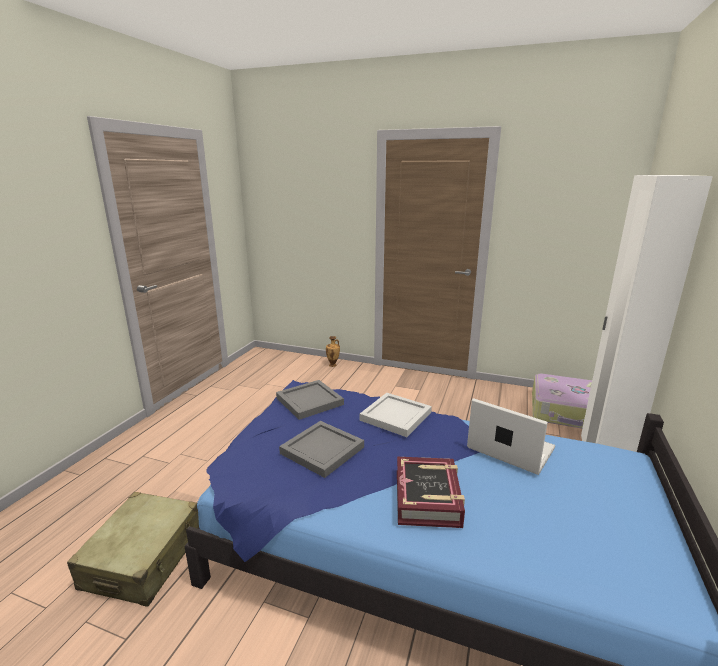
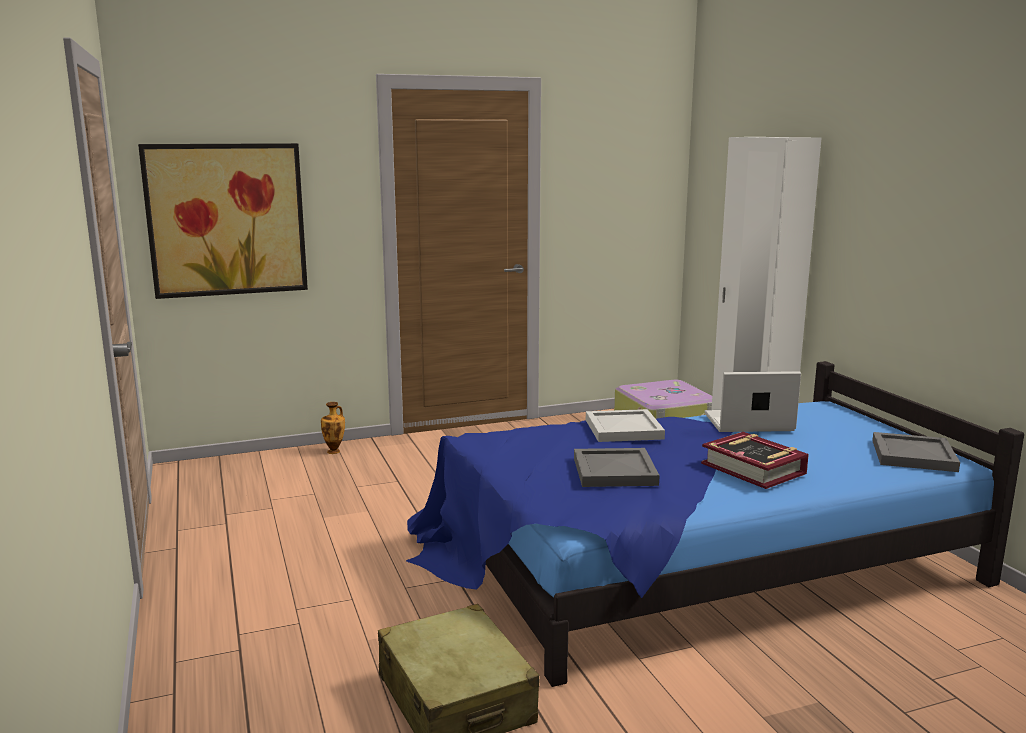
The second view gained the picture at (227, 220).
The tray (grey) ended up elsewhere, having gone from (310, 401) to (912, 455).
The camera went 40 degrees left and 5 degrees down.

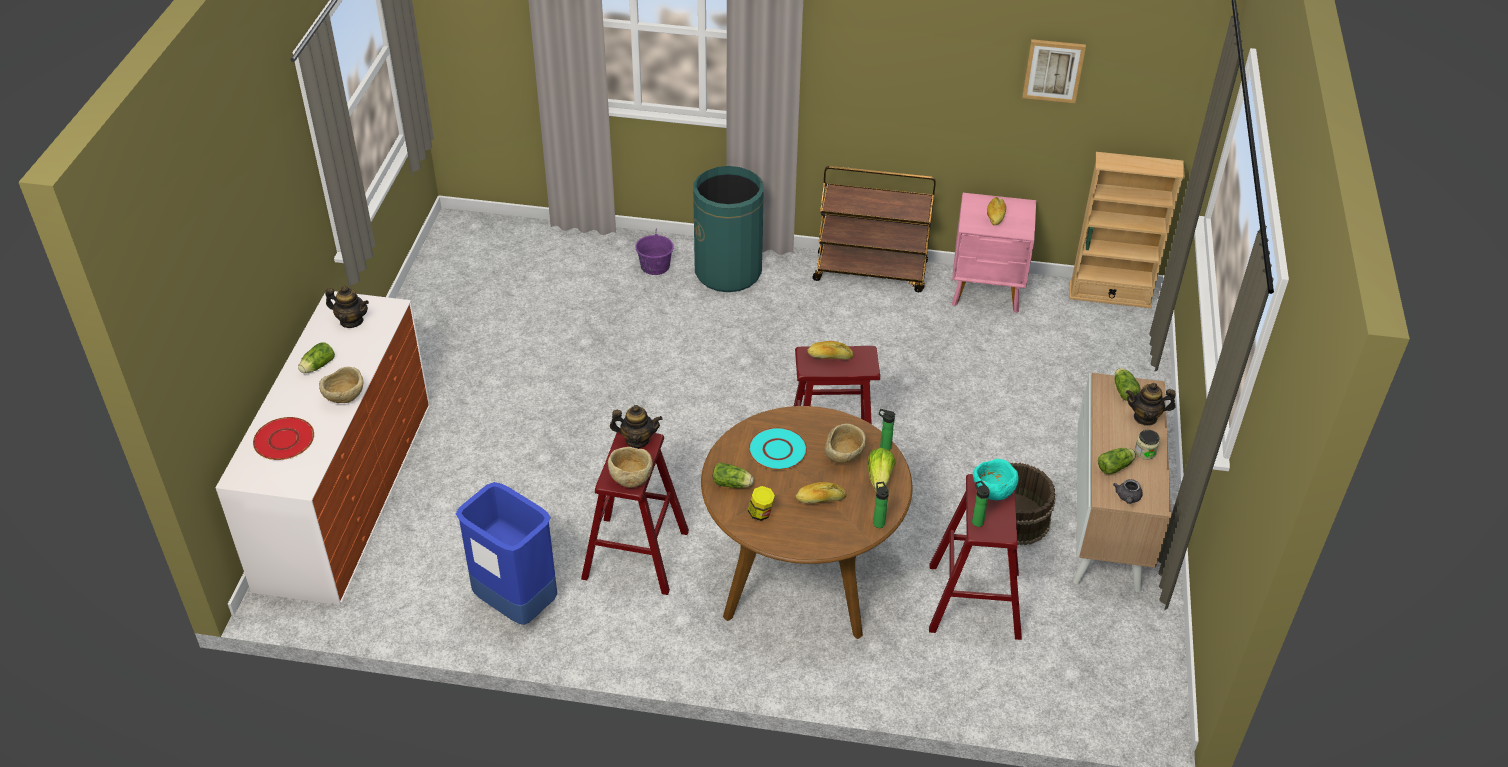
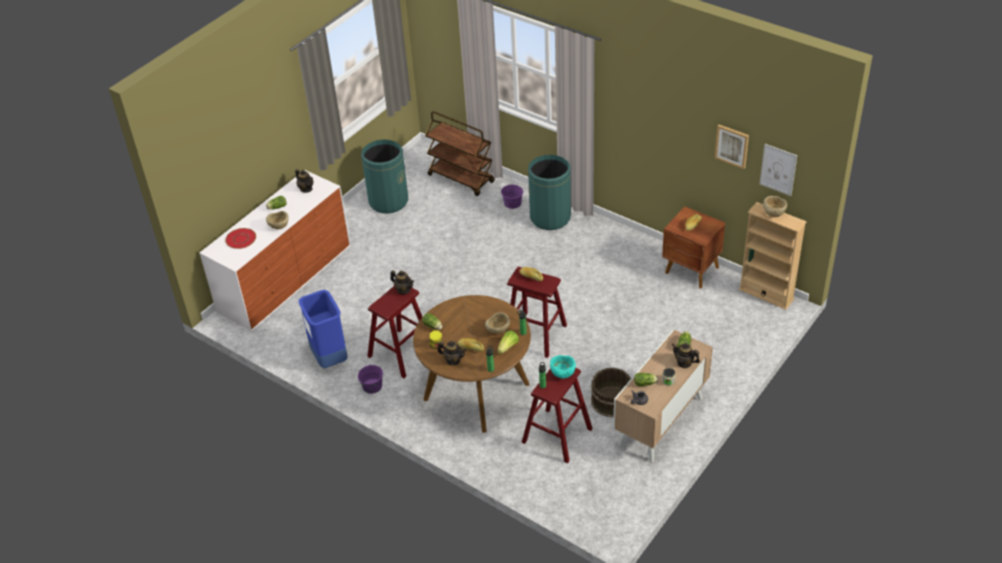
The second view gained the bucket (purple) at (372, 386).
The second view gained the trash can (green) at (388, 201).
The cart (brown) ended up elsewhere, having gone from (871, 272) to (461, 178).
The second view gained the teapot at (453, 360).
What was the nightstand (pink) at (987, 291) turned into the nightstand (brown) at (692, 271).
The second view gained the picture at (778, 169).
The bowl (beige) ended up elsewhere, having gone from (631, 479) to (773, 213).
The second view lost the plate (turquoise) at (778, 450).
The camera went 30 degrees right and 0 degrees up.

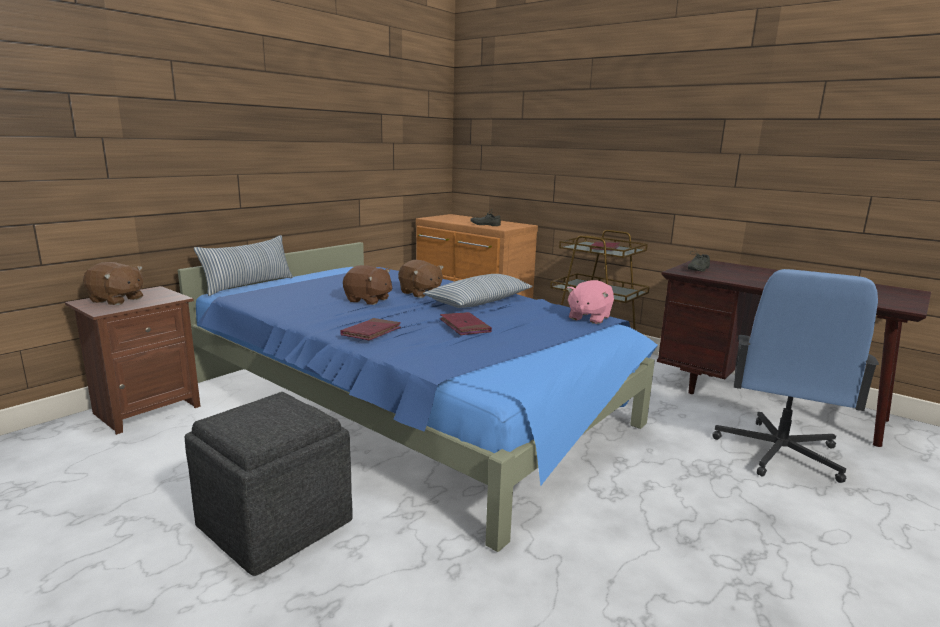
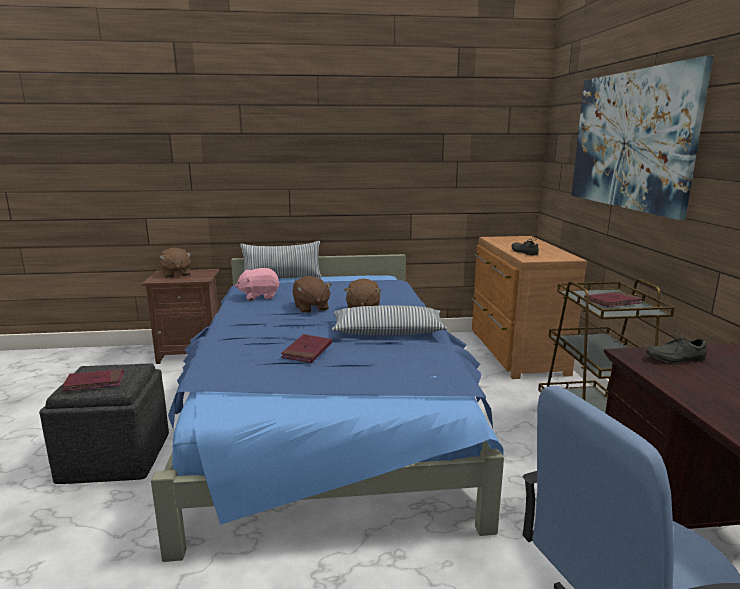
The book (red) ended up elsewhere, having gone from (371, 332) to (94, 382).
The plush toy (pink) ended up elsewhere, having gone from (588, 318) to (259, 296).
The second view gained the picture at (630, 140).
The camera went 45 degrees right and 0 degrees up.

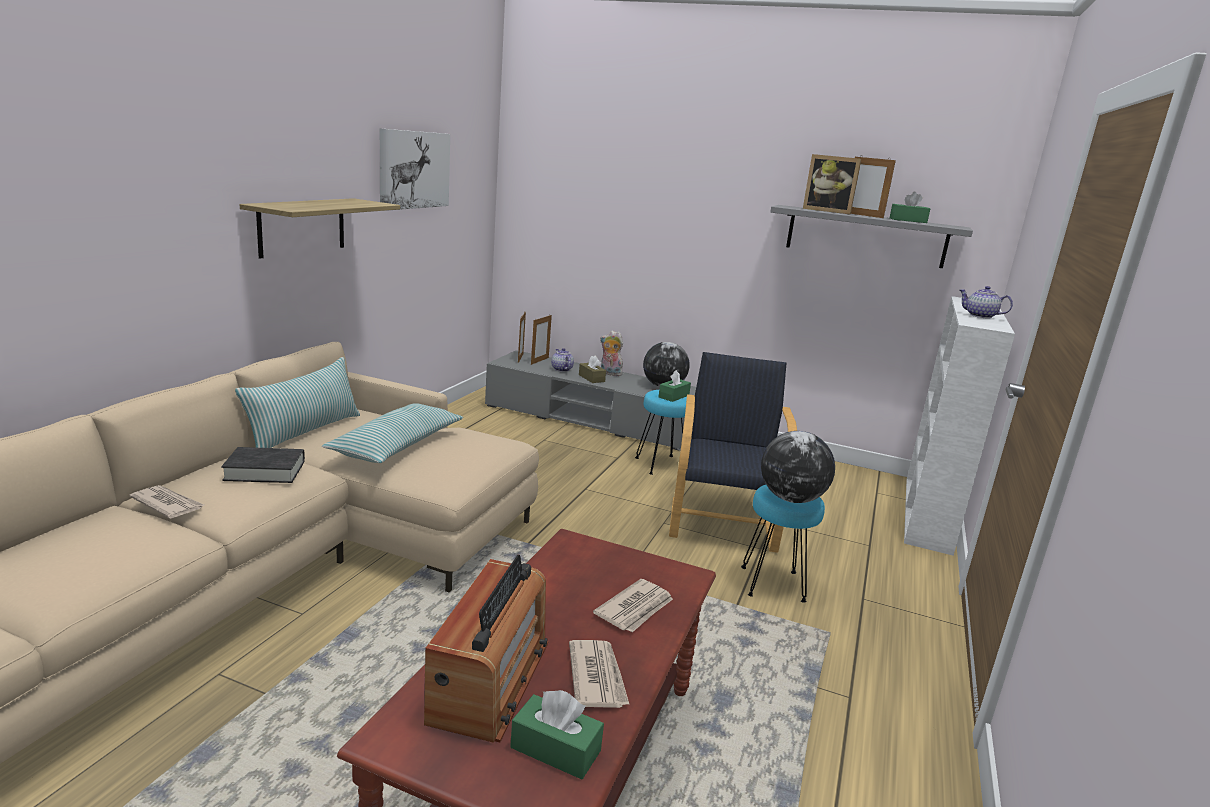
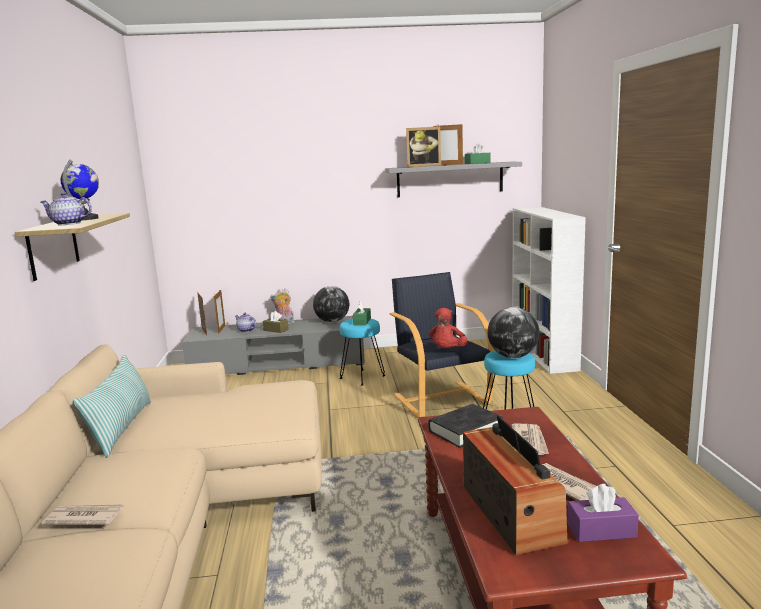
The teapot ended up elsewhere, having gone from (980, 316) to (68, 224).
The second view gained the globe at (86, 219).
The book (black) ended up elsewhere, having gone from (265, 471) to (465, 430).
The second view gained the plush toy (red) at (447, 351).
What was the tissue box (green) at (555, 749) turned into the tissue box (purple) at (601, 530).
The second view lost the pillow at (397, 446).
The second view lost the picture at (413, 169).
The camera went 25 degrees left and 5 degrees down.

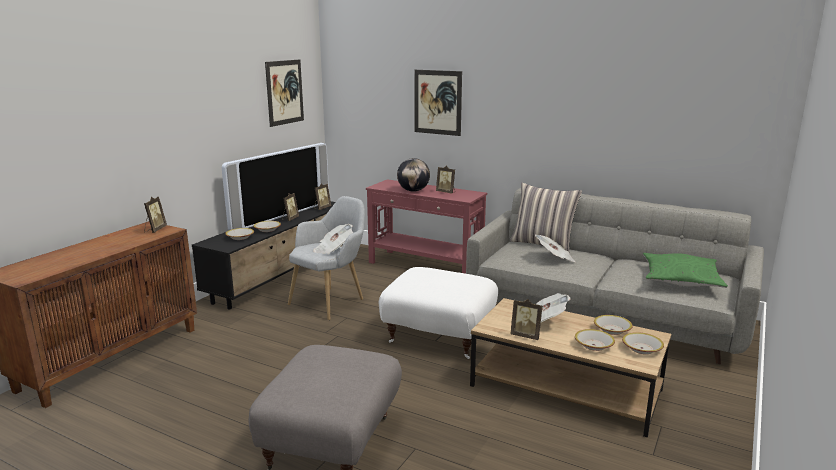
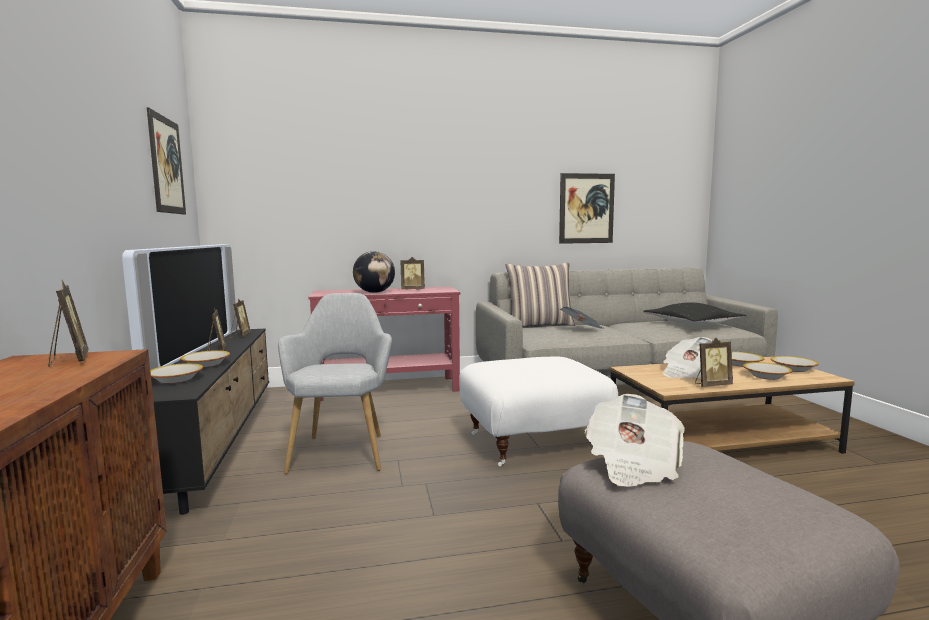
The picture ended up elsewhere, having gone from (437, 102) to (586, 208).
The newspaper ended up elsewhere, having gone from (333, 249) to (632, 465).
What was the pillow (green) at (680, 279) turned into the pillow (black) at (692, 324).
The camera went 40 degrees left and 10 degrees down.

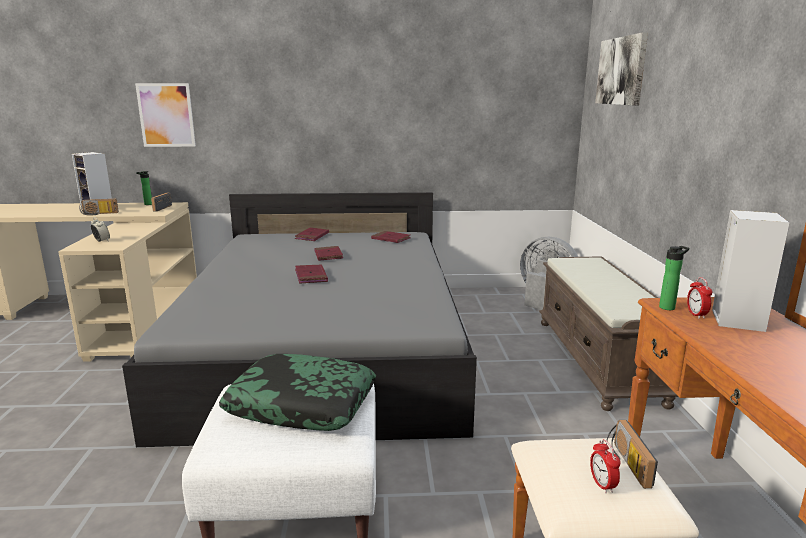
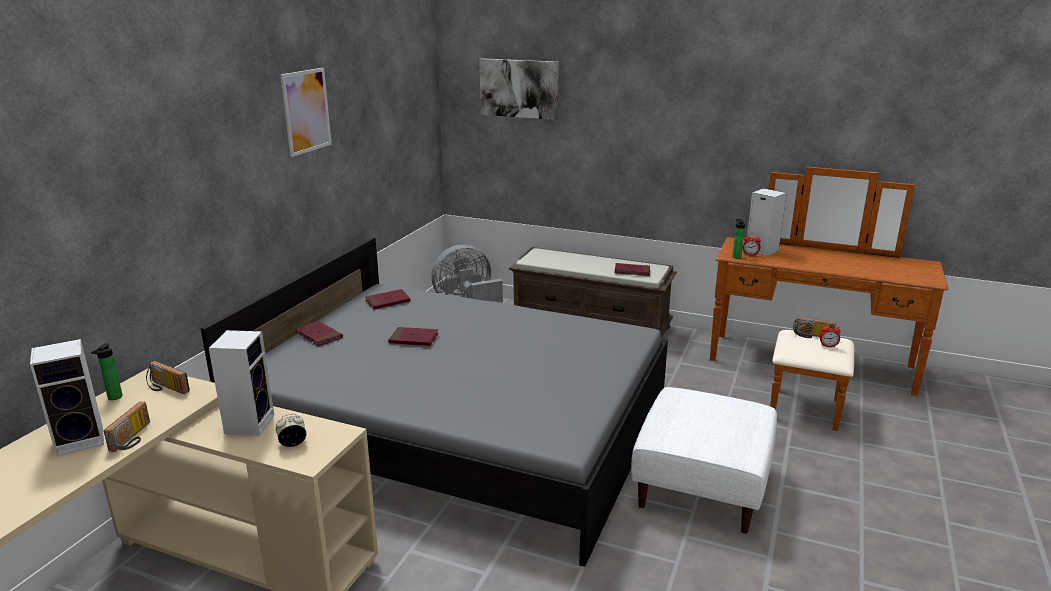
The second view gained the speaker at (249, 423).
The picture ended up elsewhere, having gone from (166, 115) to (306, 111).
The book (red) ended up elsewhere, having gone from (311, 276) to (632, 271).
The second view lost the pillow at (301, 404).
The camera went 65 degrees left and 5 degrees up.

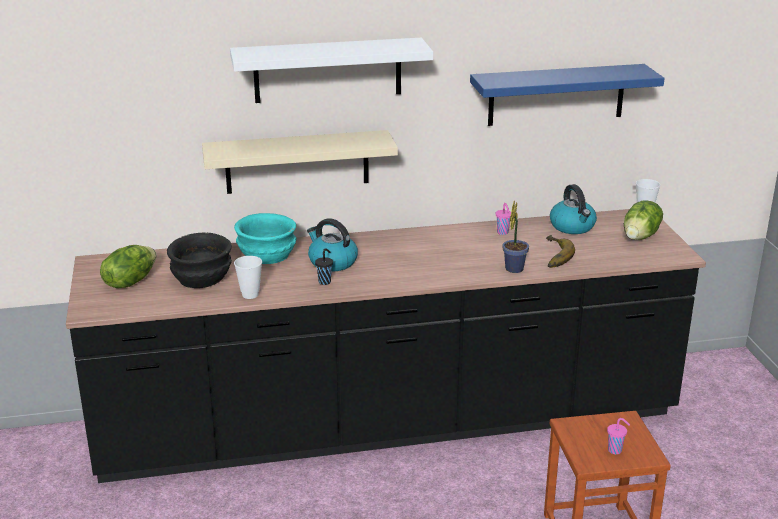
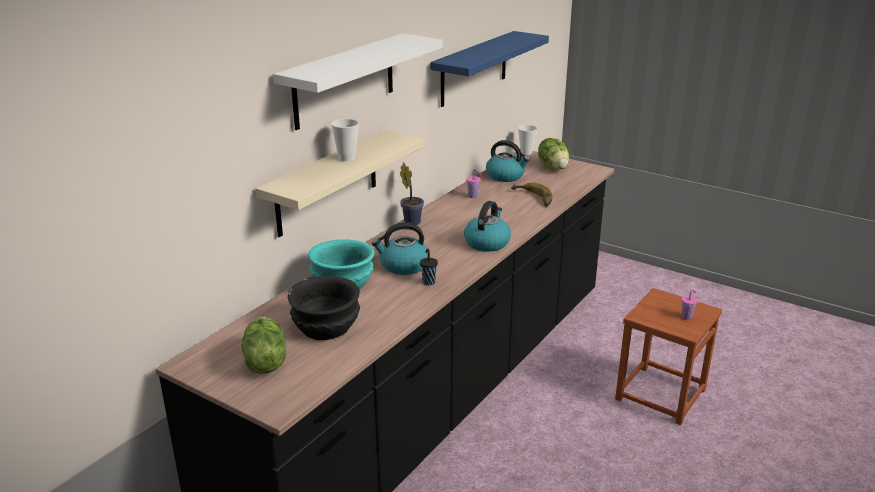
The cup ended up elsewhere, having gone from (250, 295) to (346, 158).
The potted plant ended up elsewhere, having gone from (514, 268) to (411, 221).
The second view gained the kettle at (487, 242).
The camera went 45 degrees left and 0 degrees up.

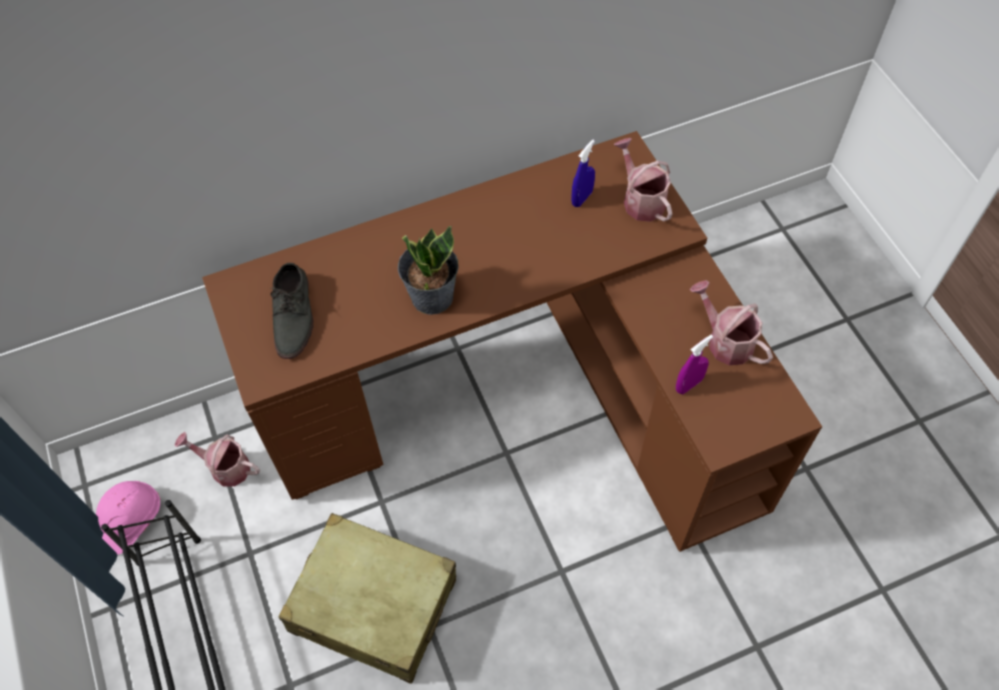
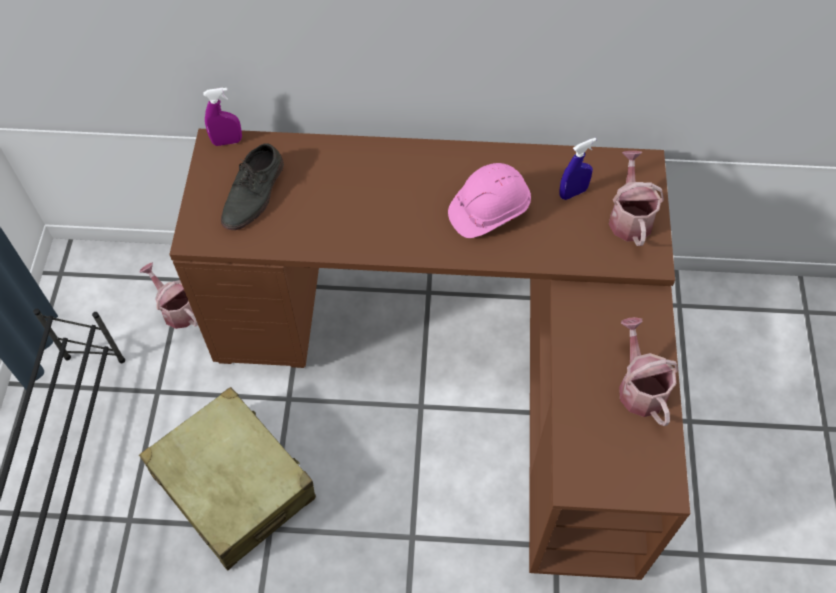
The spray bottle (purple) ended up elsewhere, having gone from (688, 385) to (227, 141).
The hard hat (pink) ended up elsewhere, having gone from (130, 520) to (488, 210).
The second view lost the potted plant at (431, 296).
The camera went 25 degrees right and 0 degrees up.

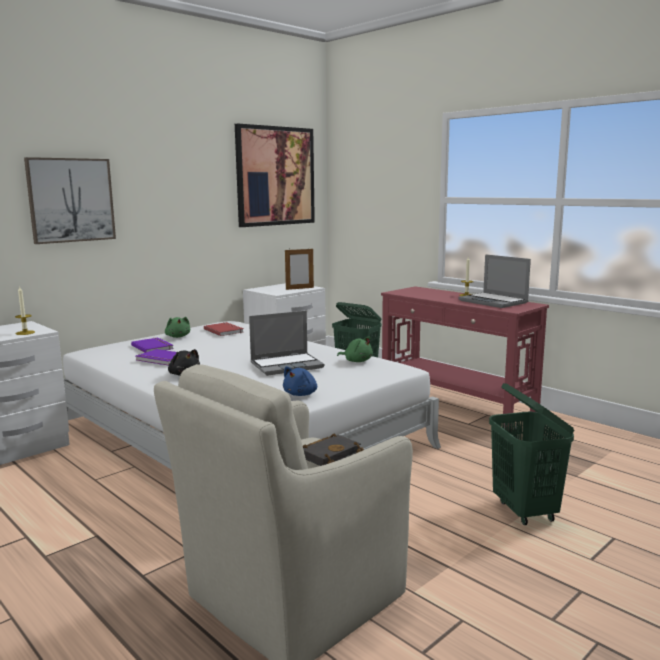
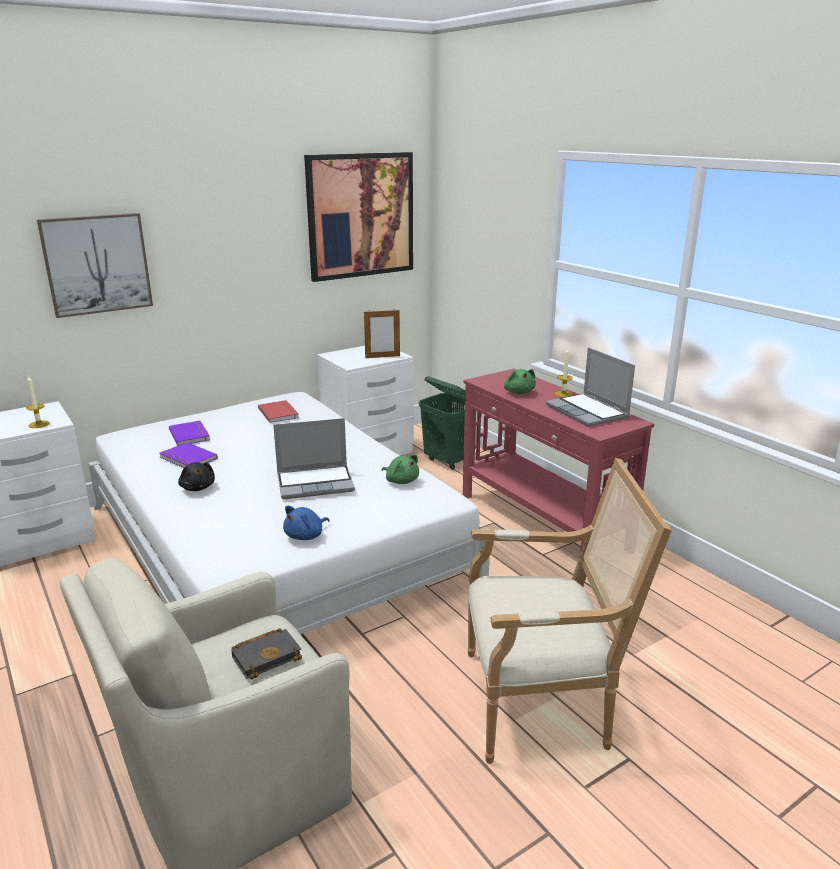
Where the laundry basket (green) stood at (525, 511), the armchair came to stand at (543, 702).
The plush toy (green) ended up elsewhere, having gone from (178, 336) to (518, 392).
The camera went 10 degrees right and 10 degrees up.

